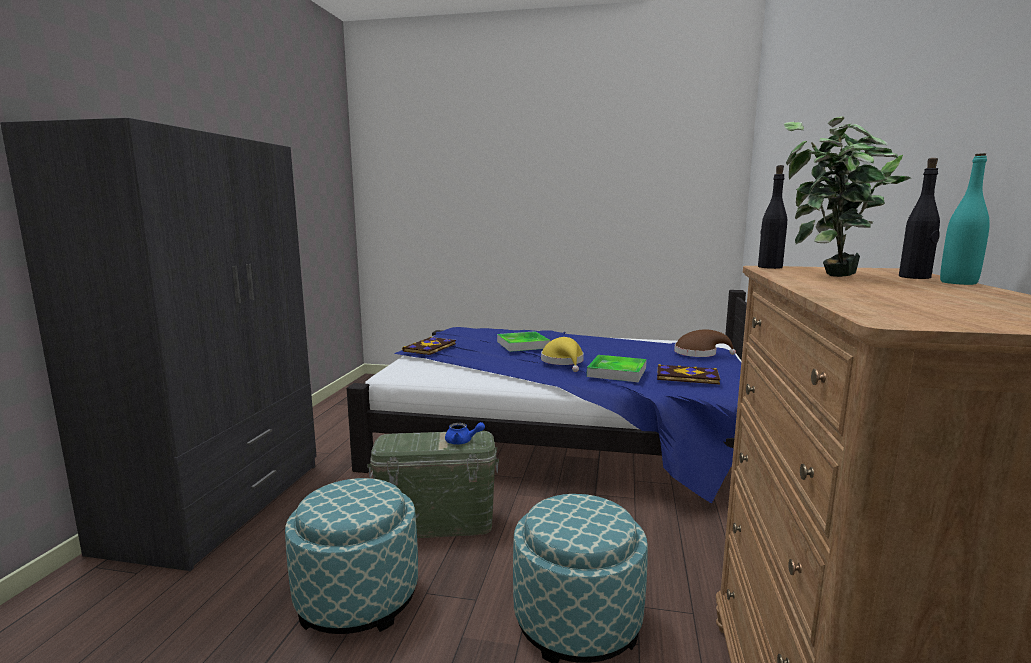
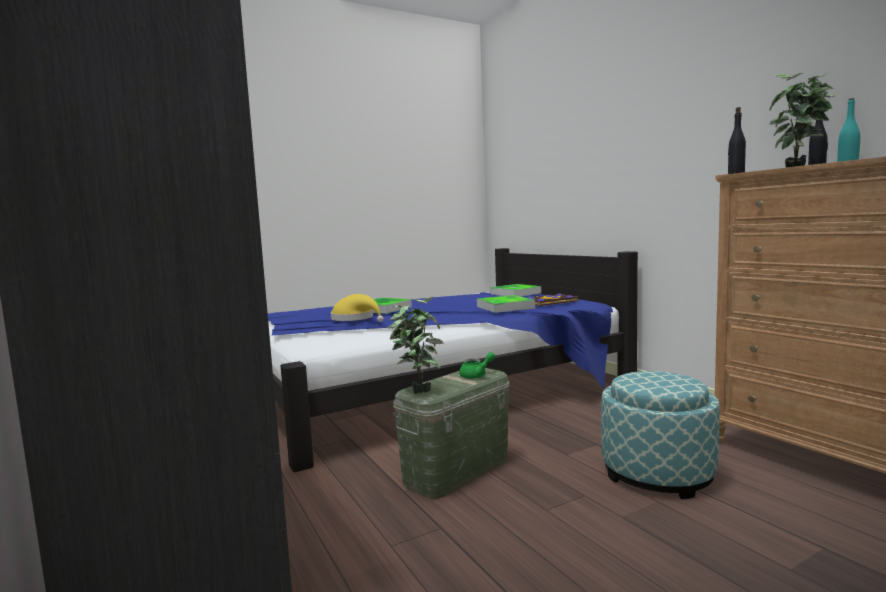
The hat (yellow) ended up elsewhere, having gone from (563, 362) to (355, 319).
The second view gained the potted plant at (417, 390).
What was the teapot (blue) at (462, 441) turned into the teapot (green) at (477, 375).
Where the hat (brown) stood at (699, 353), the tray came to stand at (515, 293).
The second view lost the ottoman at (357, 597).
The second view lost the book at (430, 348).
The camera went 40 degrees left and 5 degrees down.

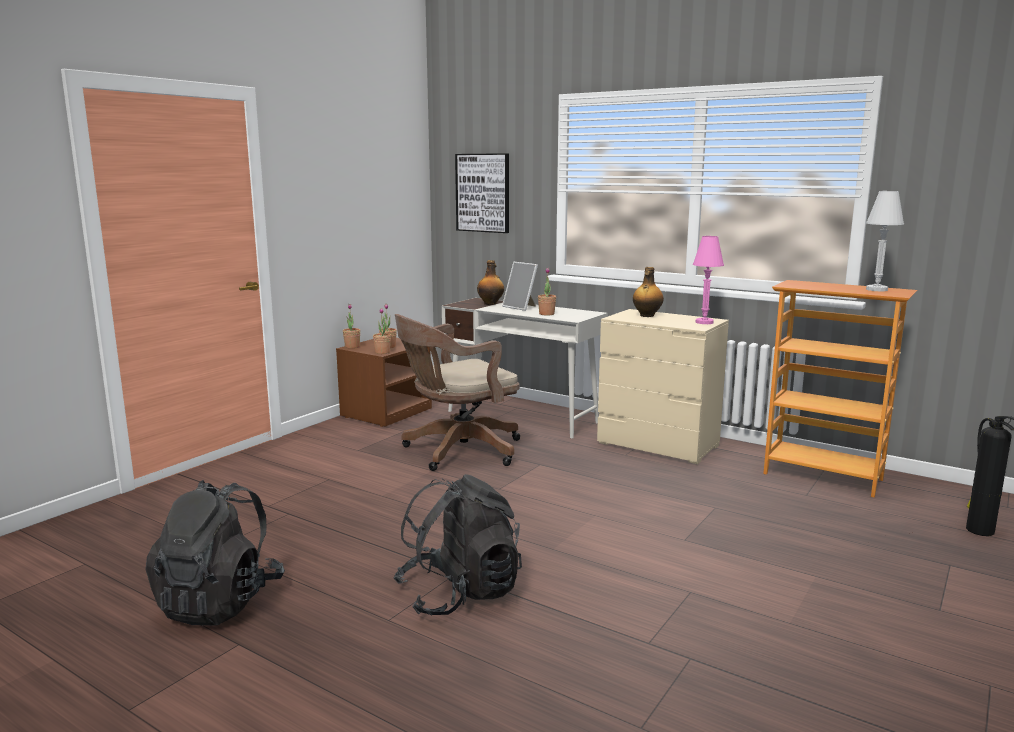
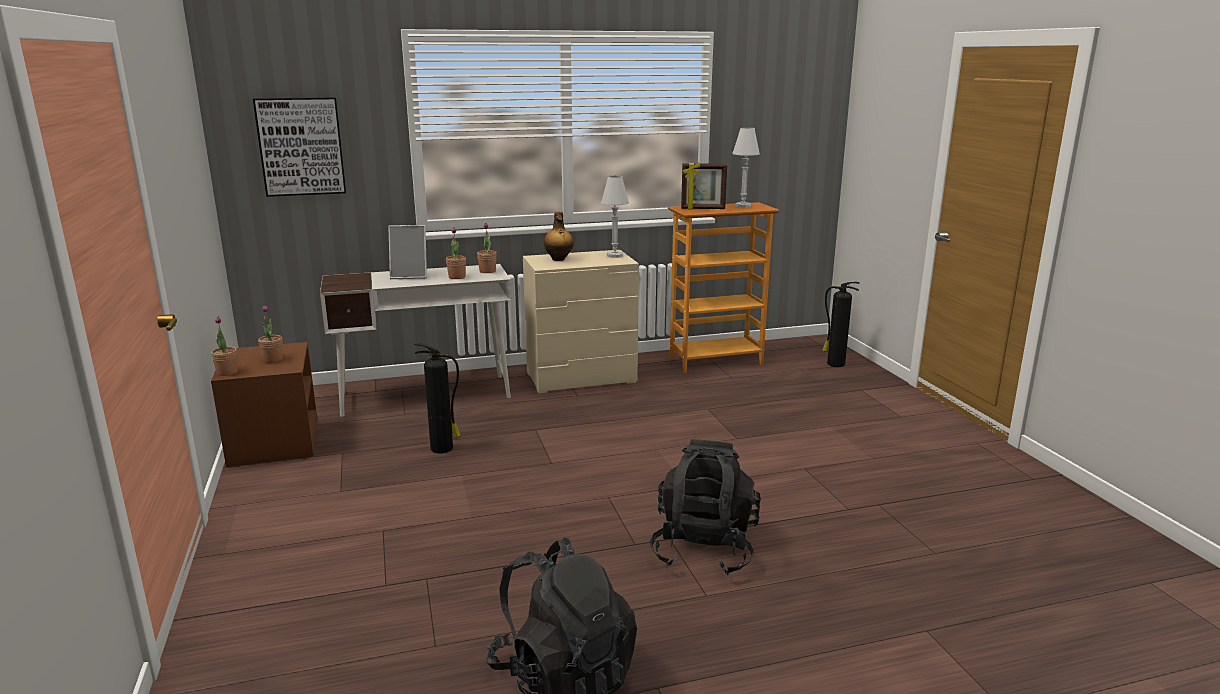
Where the office chair (brown) stood at (457, 451), the fire extinguisher came to stand at (443, 448).
The potted plant ended up elsewhere, having gone from (382, 352) to (487, 271).
What was the table lamp (pink) at (704, 322) turned into the table lamp (white) at (615, 255).
The second view gained the picture frame at (703, 209).
The second view lost the bottle at (490, 303).
The camera went 50 degrees left and 5 degrees up.

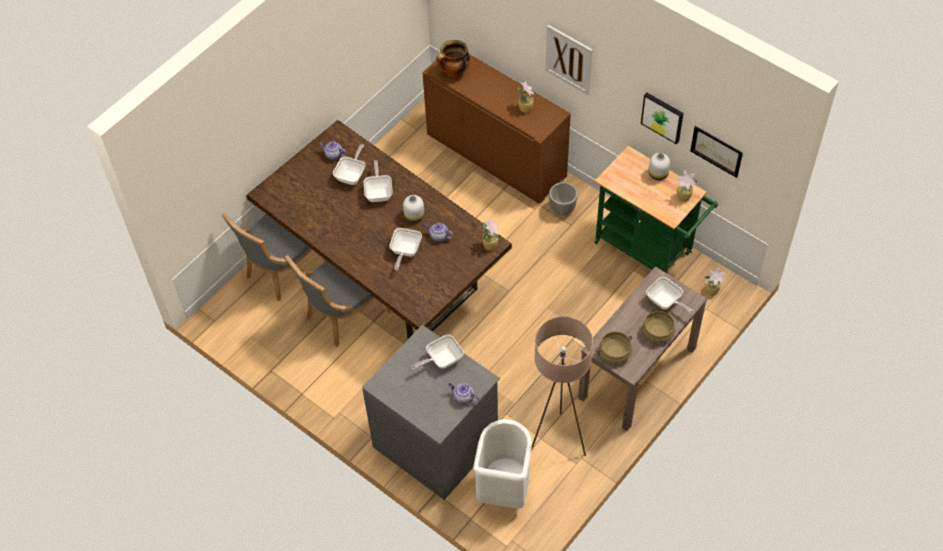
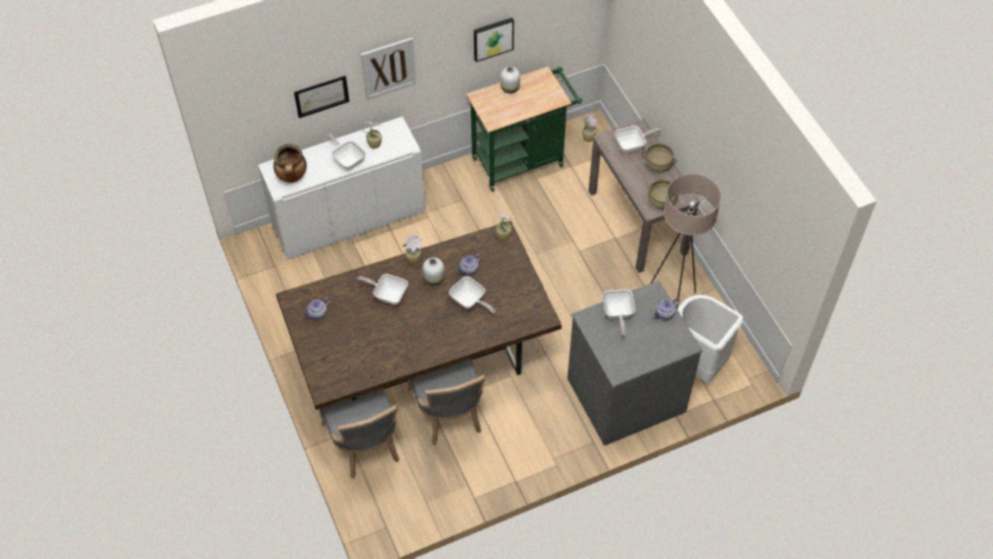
What was the cabinet (brown) at (496, 155) turned into the cabinet (white) at (349, 219).
The picture ended up elsewhere, having gone from (716, 151) to (321, 96).
The frying pan ended up elsewhere, having gone from (352, 175) to (347, 160).
The potted plant ended up elsewhere, having gone from (684, 197) to (414, 259).
The second view lost the planter at (562, 209).
The camera went 65 degrees left and 0 degrees up.

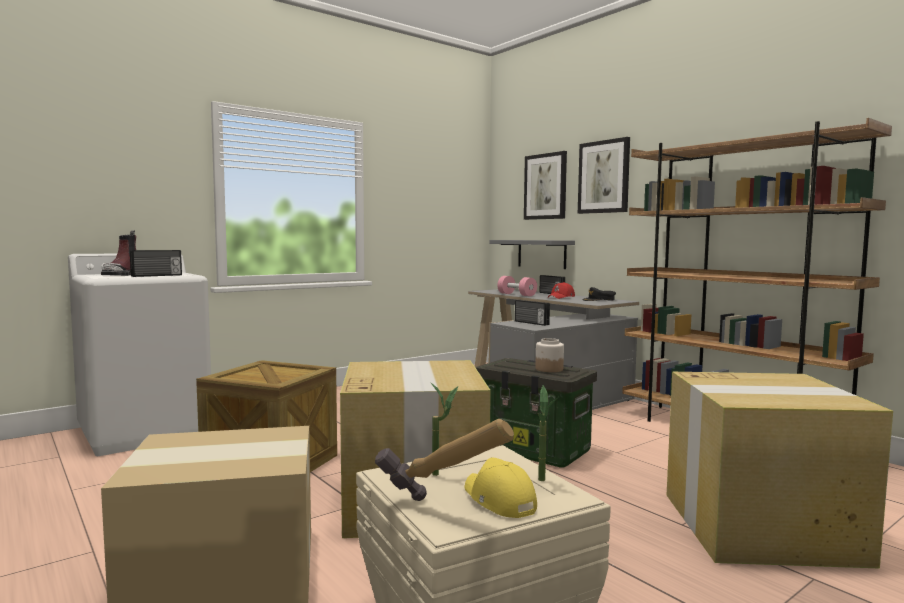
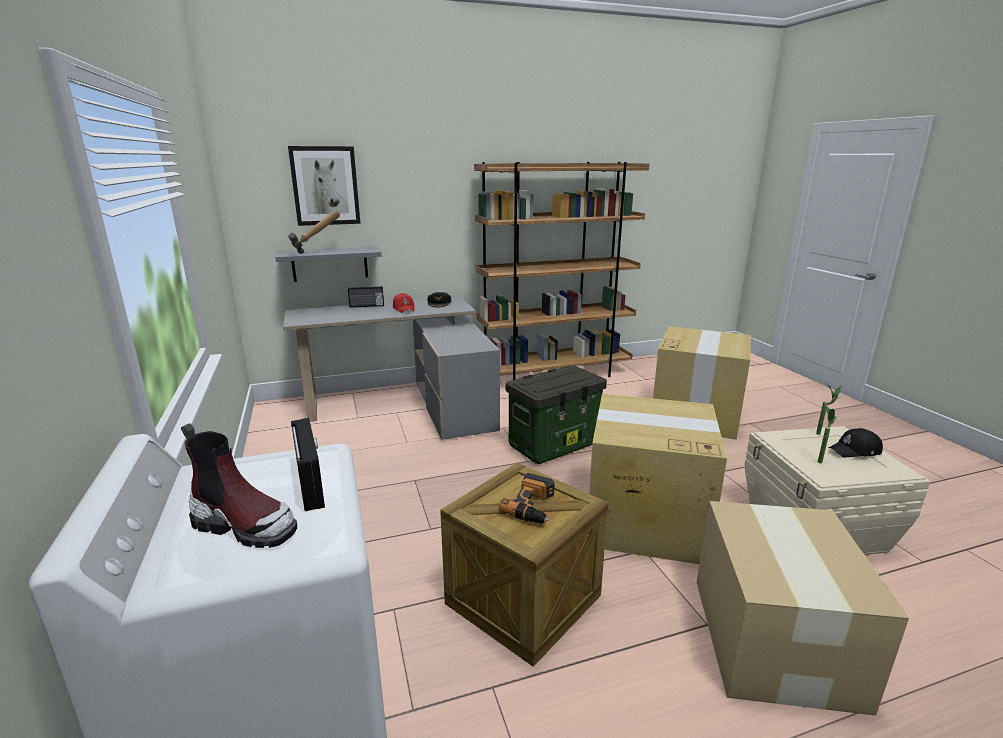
The hammer ended up elsewhere, having gone from (440, 516) to (317, 253).
The second view gained the power drill at (533, 506).
What was the cap (yellow) at (498, 500) turned into the cap (black) at (855, 451).
The second view lost the dumbbell (pink) at (516, 295).
The second view lost the radio at (531, 323).
The second view lost the jar at (549, 369).
The second view lost the picture at (604, 177).
The camera went 70 degrees left and 15 degrees up.

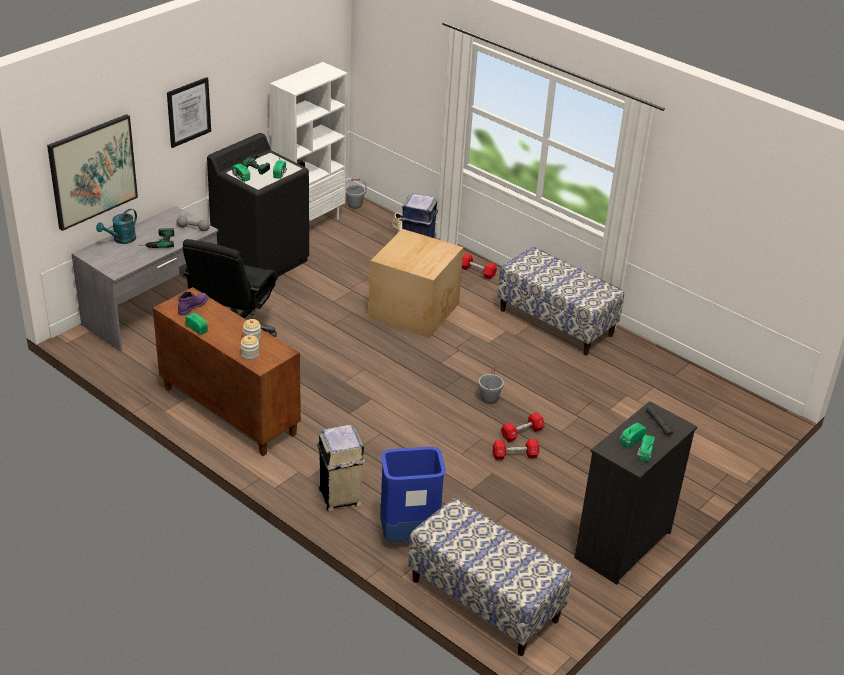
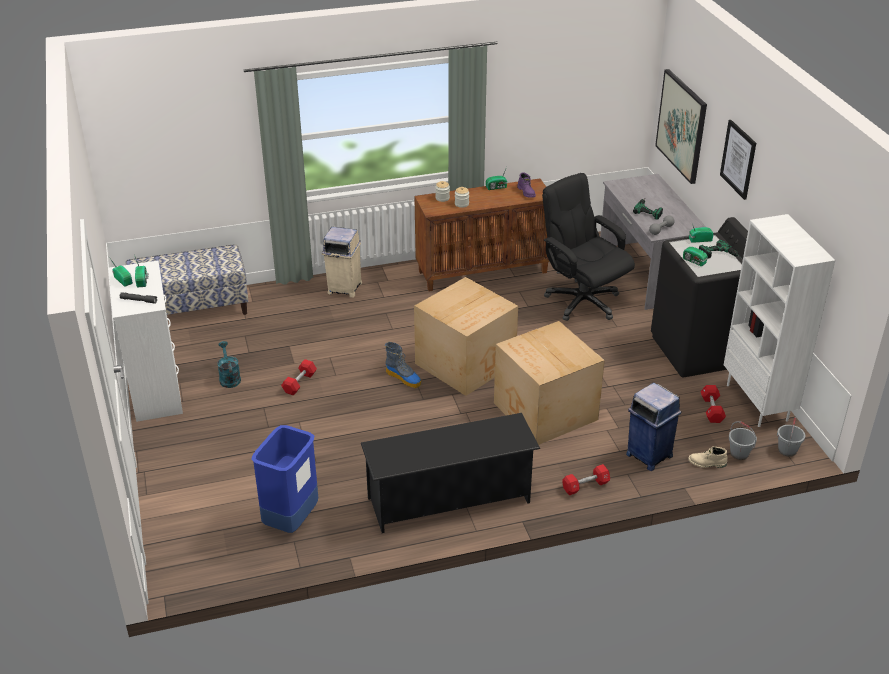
What was the dresser (black) at (621, 545) turned into the dresser (white) at (157, 390).
The watering can (turquoise) ended up elsewhere, having gone from (121, 240) to (229, 378).
The trash can (blue) ended up elsewhere, having gone from (409, 535) to (291, 520).
Where the bench stood at (556, 322), the shoe rack (black) came to stand at (449, 500).
The second view gained the boot at (404, 378).
The second view gained the cardboard box at (467, 364).
The dumbbell (red) ended up elsewhere, having gone from (522, 433) to (711, 410).
The bucket (grey) ended up elsewhere, having gone from (489, 398) to (739, 454).
The camera went 125 degrees right and 0 degrees up.

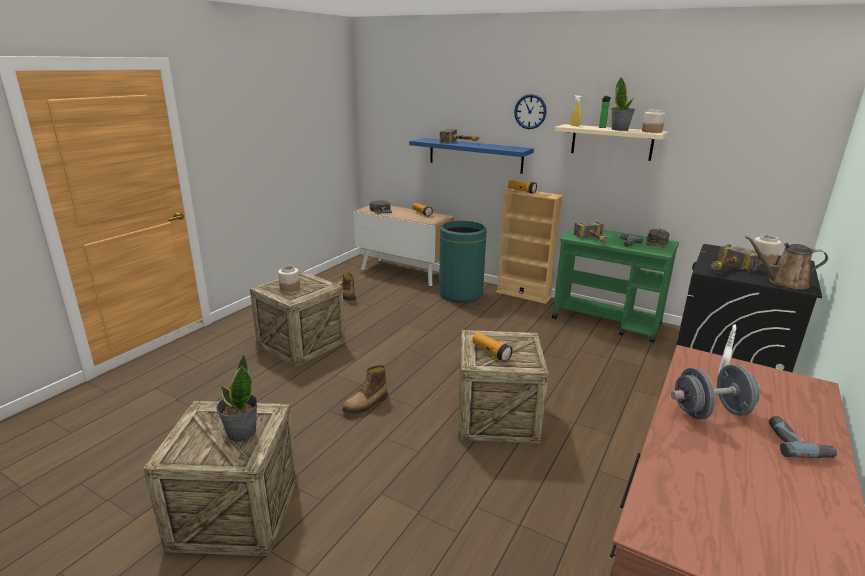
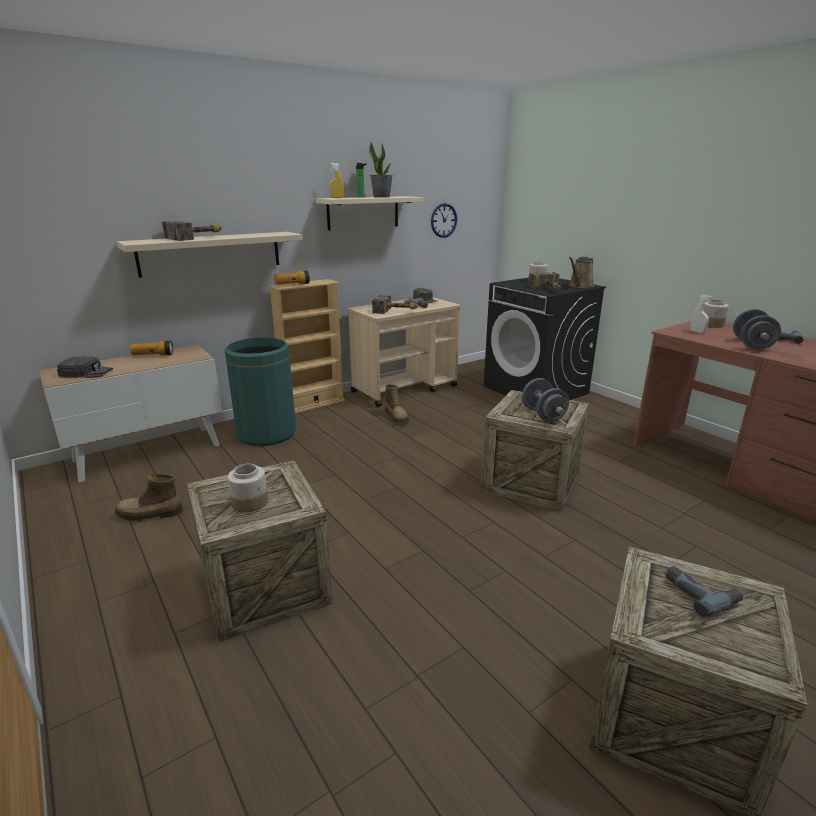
What was the shelf (blue) at (475, 155) turned into the shelf (beige) at (211, 253).
What was the cart (green) at (607, 321) turned into the cart (beige) at (405, 389).
The boot ended up elsewhere, having gone from (366, 404) to (397, 417).
The wall clock ended up elsewhere, having gone from (530, 111) to (443, 220).
Where the flashlight stood at (491, 353), the dumbbell (grey) came to stand at (543, 415).
Where the potted plant stood at (241, 432), the power drill came to stand at (700, 593).
The jar ended up elsewhere, having gone from (651, 131) to (711, 325).
The camera went 65 degrees left and 0 degrees up.

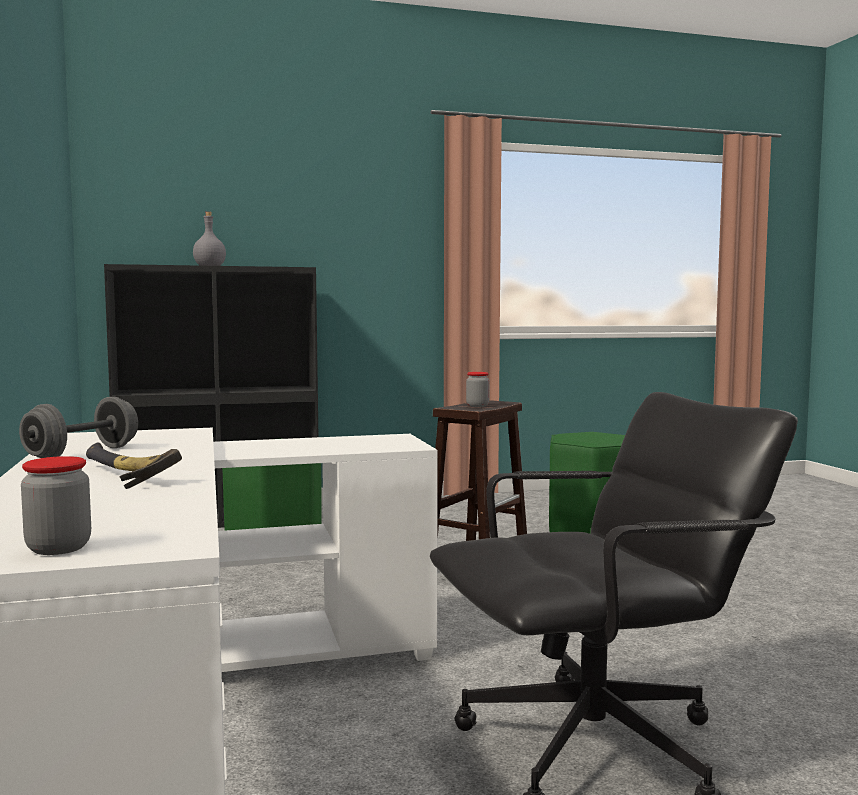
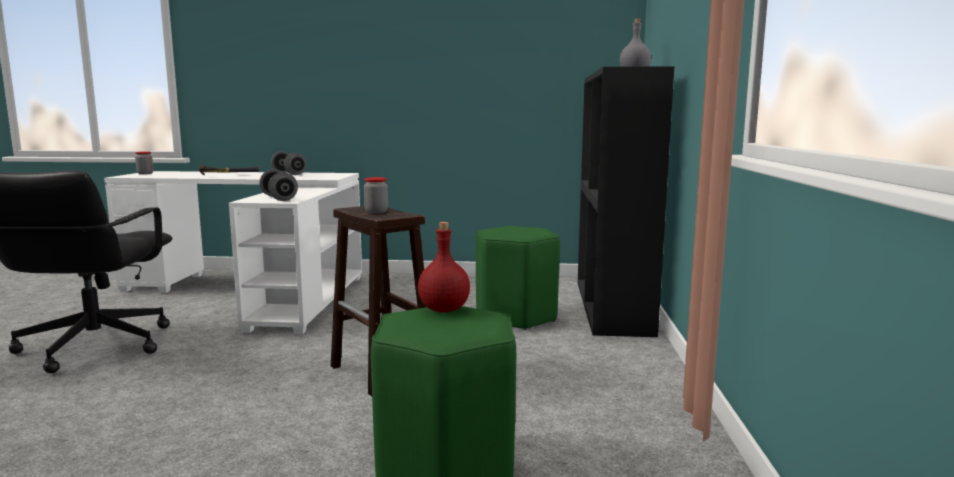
The second view gained the dumbbell (grey) at (279, 198).
The second view gained the bottle (red) at (445, 309).
The camera went 110 degrees right and 5 degrees up.

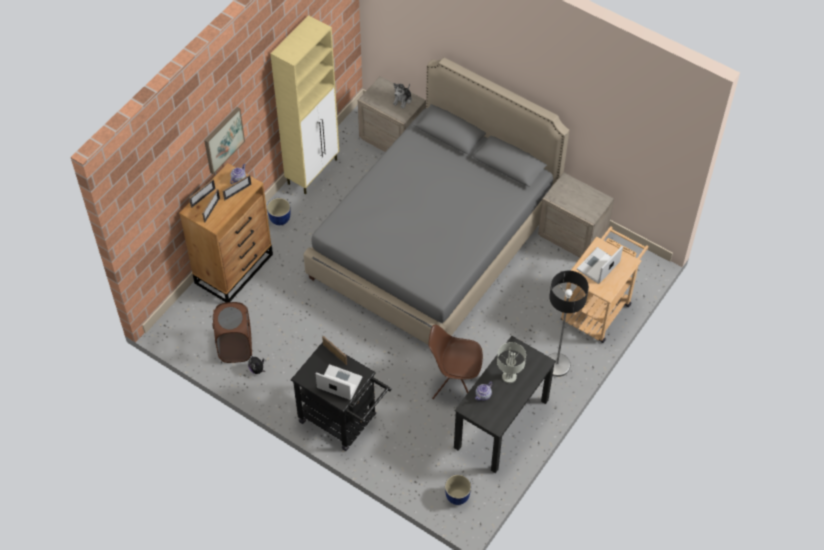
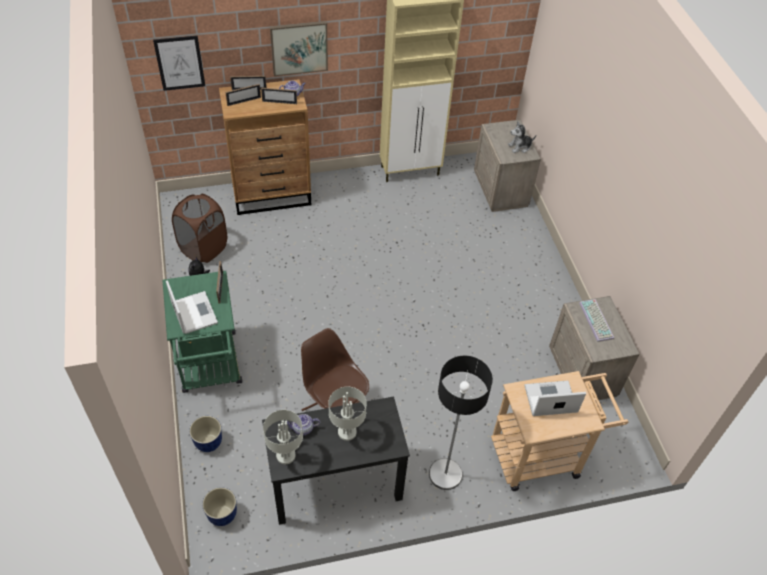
The second view gained the picture at (180, 63).
What was the cart (black) at (343, 421) turned into the cart (green) at (210, 367).
The planter ended up elsewhere, having gone from (279, 219) to (208, 442).
The second view gained the table lamp (grey) at (285, 455).
The second view gained the keyboard at (597, 321).
The second view lost the bed (grey) at (434, 241).
The camera went 40 degrees right and 5 degrees down.

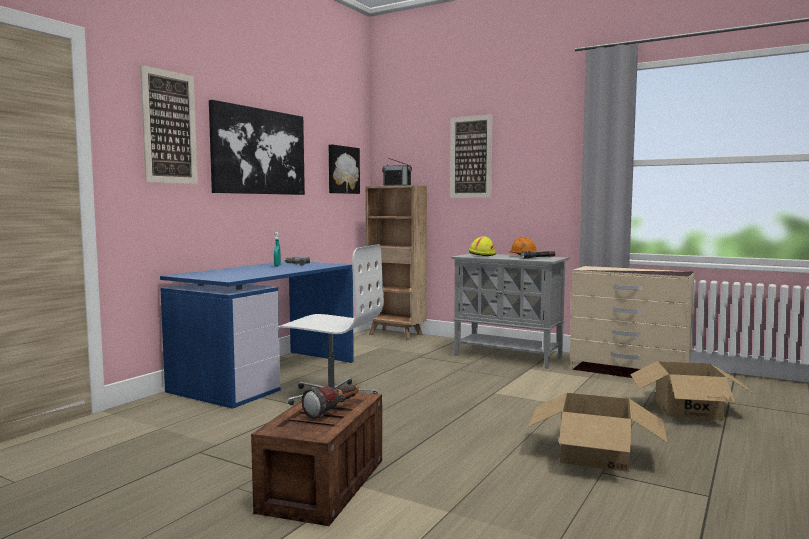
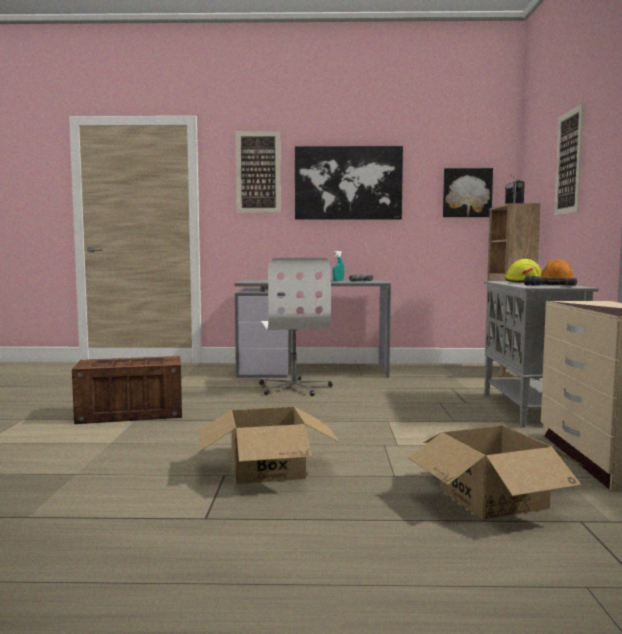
What was the desk (blue) at (267, 375) turned into the desk (grey) at (314, 370).
The second view lost the flashlight at (334, 411).
The camera went 60 degrees right and 0 degrees up.

